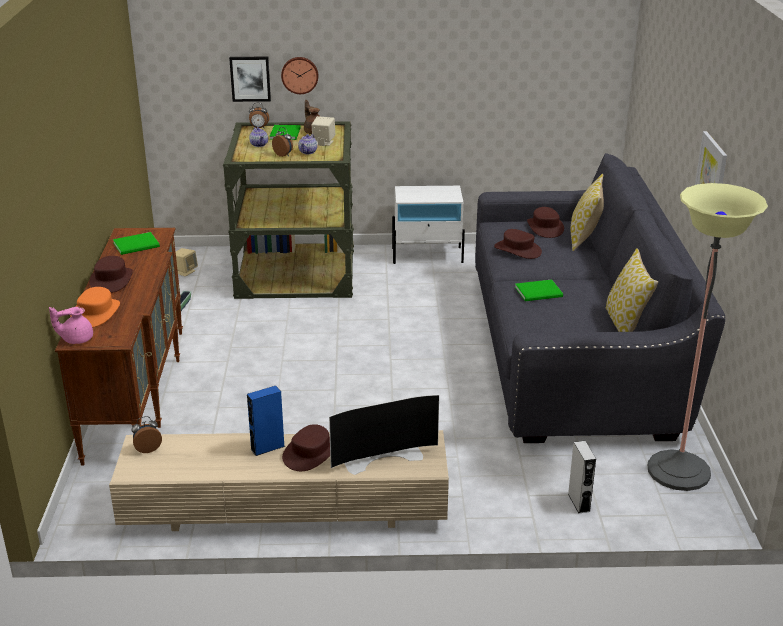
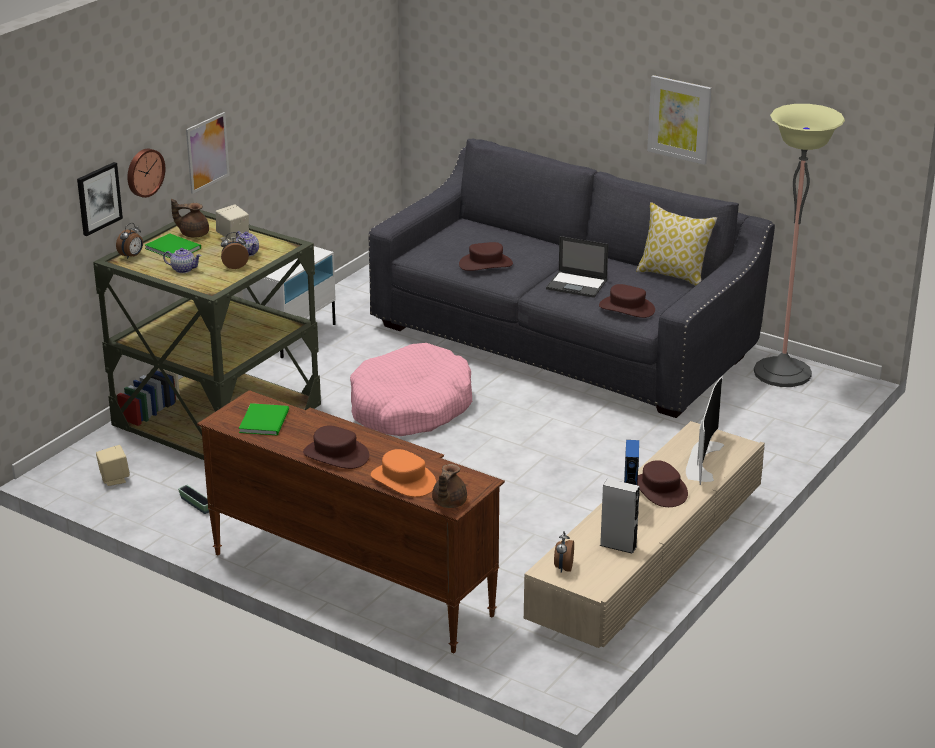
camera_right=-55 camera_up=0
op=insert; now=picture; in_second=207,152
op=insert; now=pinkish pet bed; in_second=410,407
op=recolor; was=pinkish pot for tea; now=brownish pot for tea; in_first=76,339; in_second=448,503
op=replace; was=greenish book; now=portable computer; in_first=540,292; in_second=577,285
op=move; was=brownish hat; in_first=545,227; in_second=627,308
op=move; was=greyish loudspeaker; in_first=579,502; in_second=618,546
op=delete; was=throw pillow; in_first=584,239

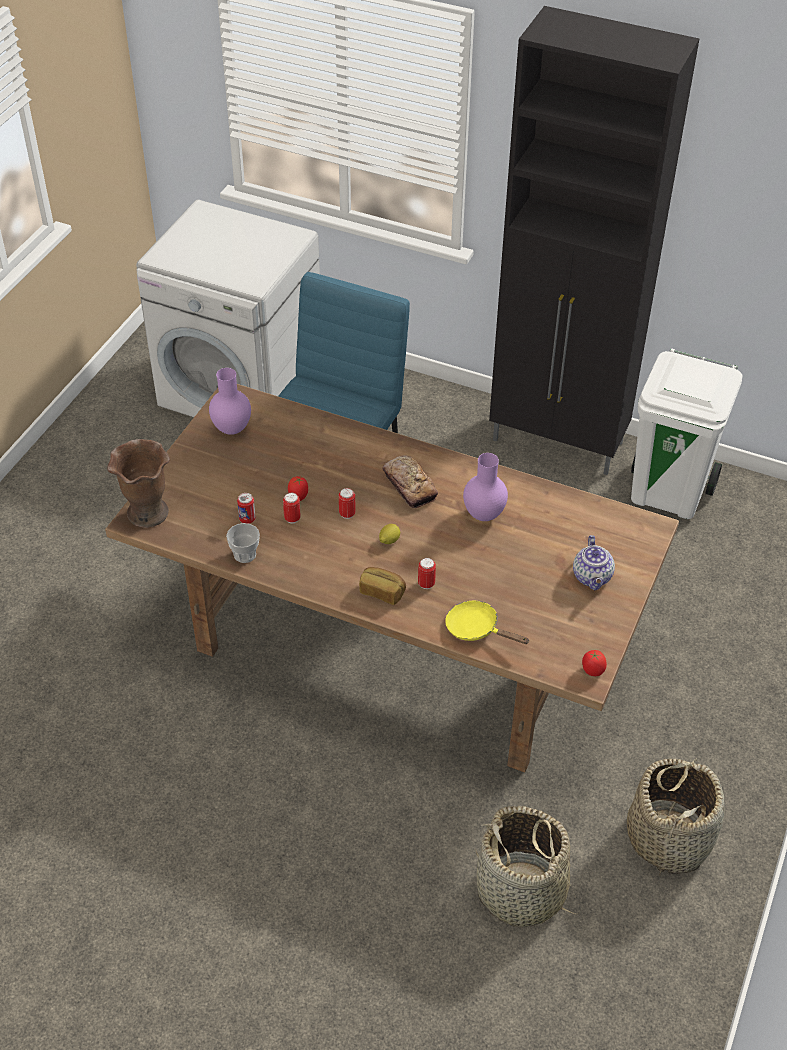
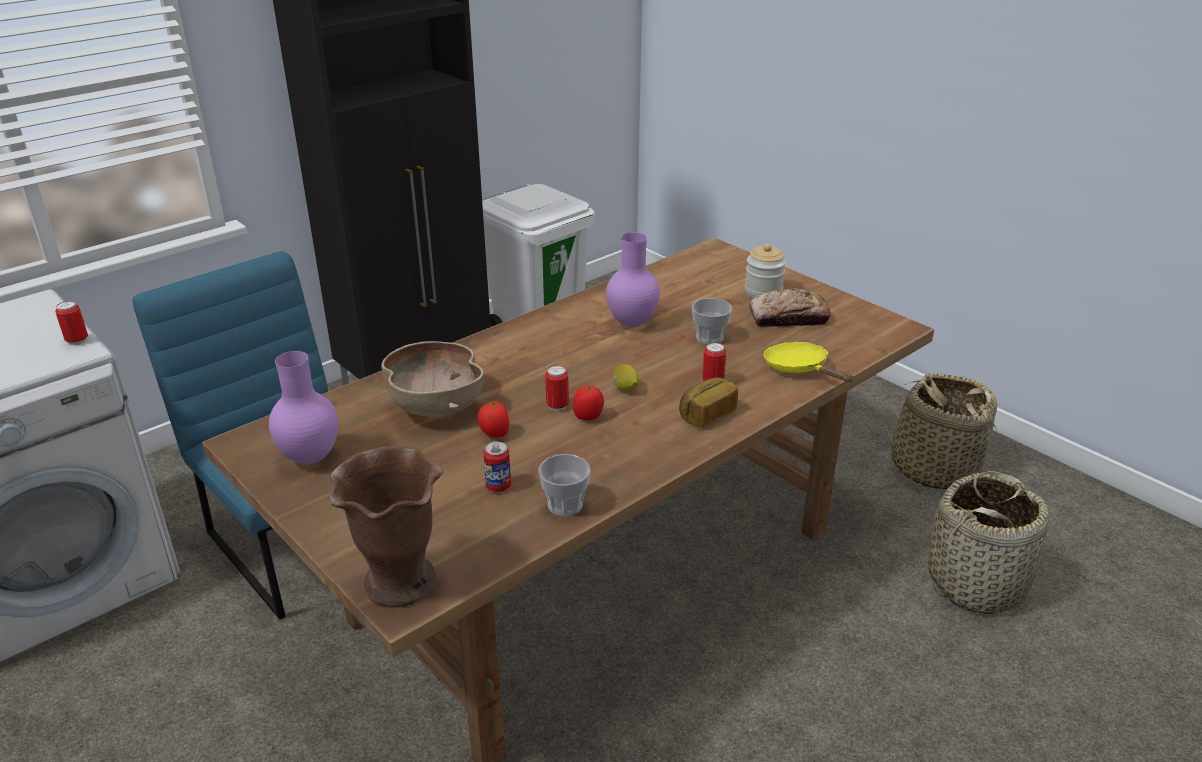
camera_right=-65 camera_up=-15
op=move; was=can; in_first=292,518; in_second=77,341
op=insert; now=brownish bowl; in_second=435,406
op=move; was=fresh tomato; in_first=592,671; in_second=588,417
op=insert; now=drinking cup; in_second=709,338
op=replace; was=pot for tea; now=jar; in_first=592,577; in_second=763,291
op=move; was=baked bread; in_first=409,486; in_second=788,318
op=rotate; was=yellow-coloured frying pan; in_first=477,629; in_second=800,369; clockwise=90

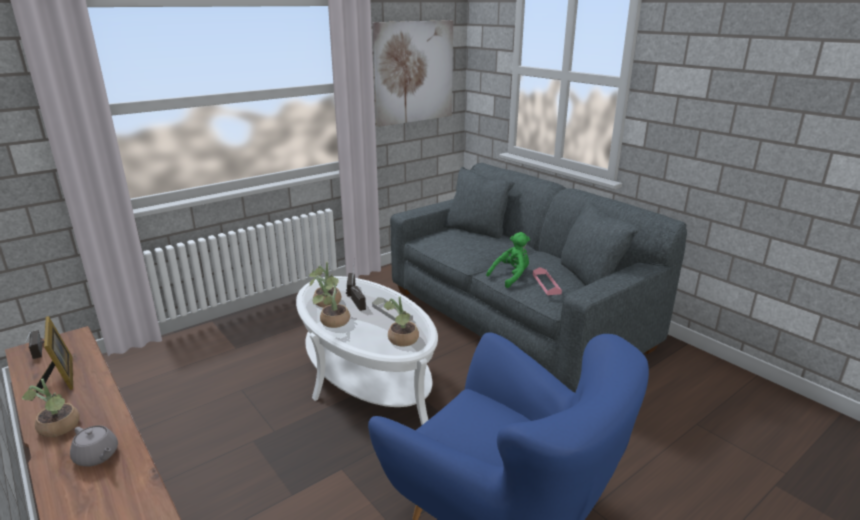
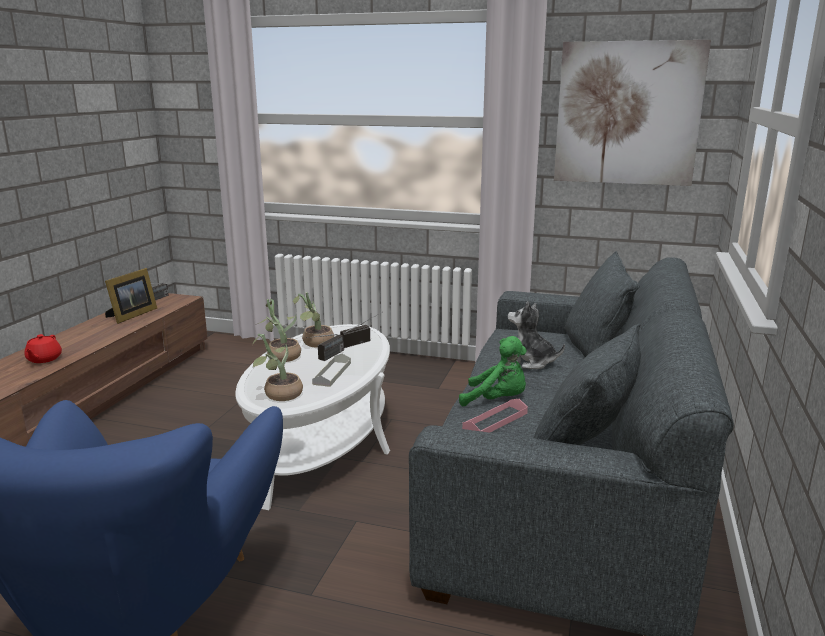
camera_right=55 camera_up=-5
op=recolor; was=greyish pot for tea; now=reddish pot for tea; in_first=97,456; in_second=43,359
op=insert; now=cuddly toy; in_second=531,362
op=delete; was=potted plant; in_first=59,429

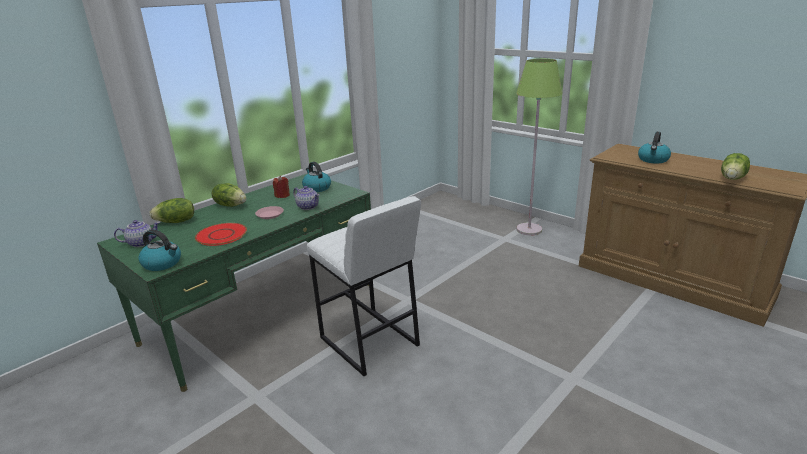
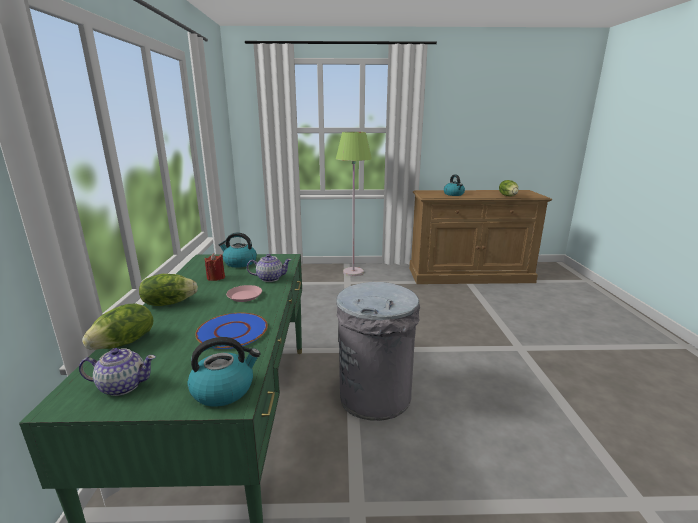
camera_right=-45 camera_up=-5
op=rotate; was=pot for tea; in_first=141,243; in_second=122,386; clockwise=60
op=recolor; was=reddish flat dish; now=blue flat dish; in_first=221,235; in_second=232,332
op=replace; was=white sitting stool; now=greyish waste bin; in_first=370,342; in_second=375,395

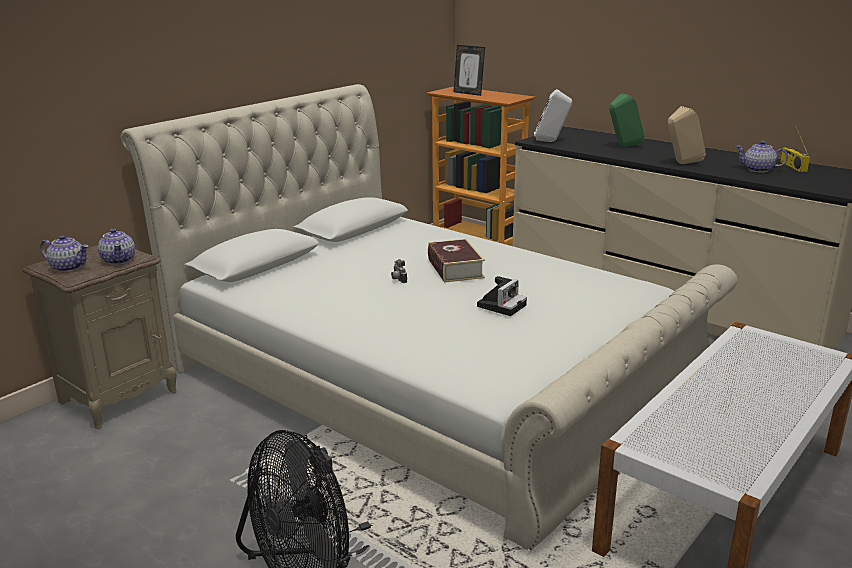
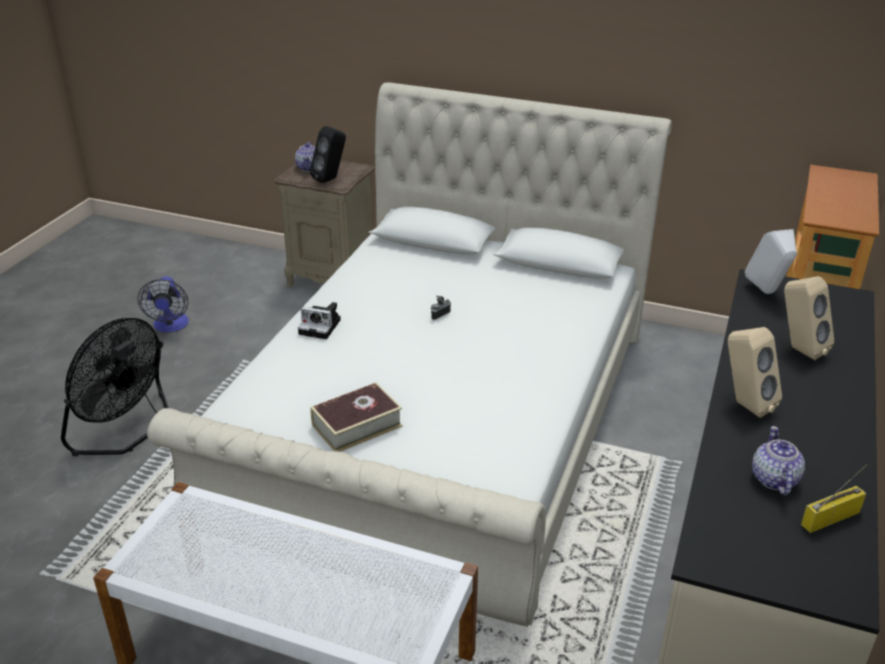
camera_right=70 camera_up=10
op=insert; now=fan; in_second=170,326
op=move; was=still camera; in_first=502,305; in_second=321,327
op=replace; was=pot for tea; now=black-coloured loudspeaker; in_first=119,260; in_second=331,179
op=move; was=book; in_first=455,268; in_second=357,425
op=recolor; was=greenish loudspeaker; now=sand-coloured loudspeaker; in_first=623,146; in_second=798,350
op=delete; was=standing frame; in_first=468,93

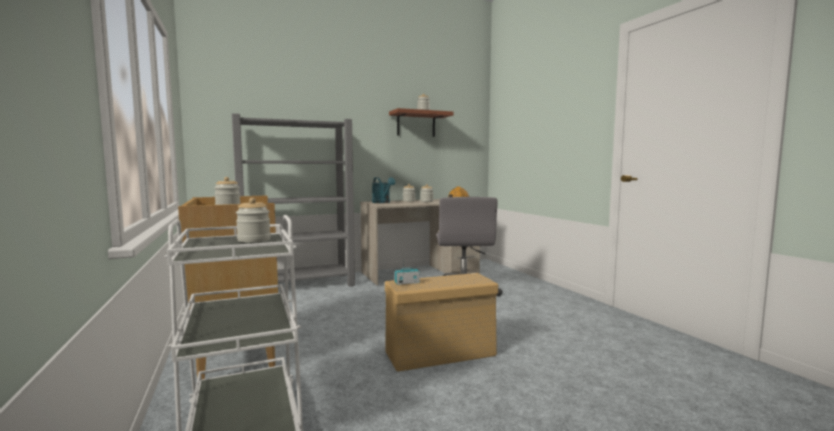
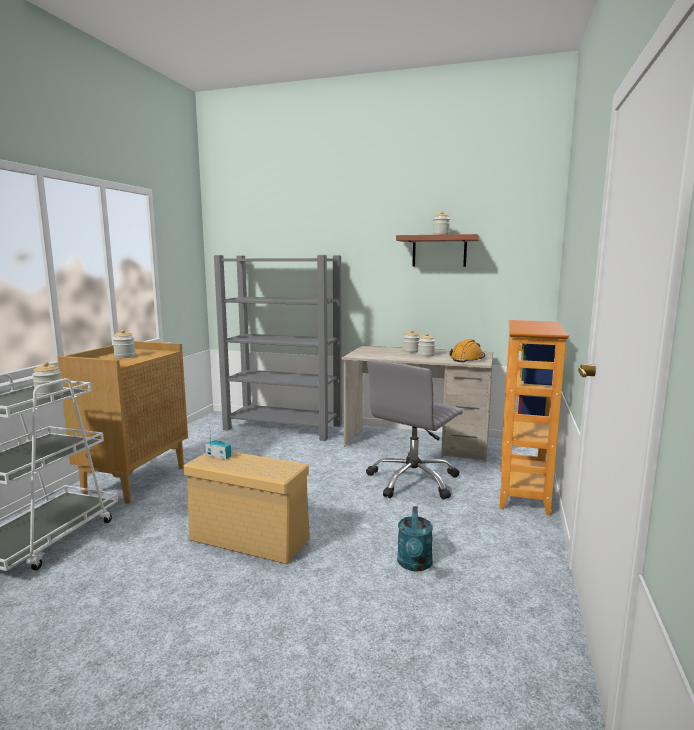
camera_right=40 camera_up=5
op=move; was=turquoise watering can; in_first=382,202; in_second=414,565
op=insert; now=bookcase; in_second=524,491

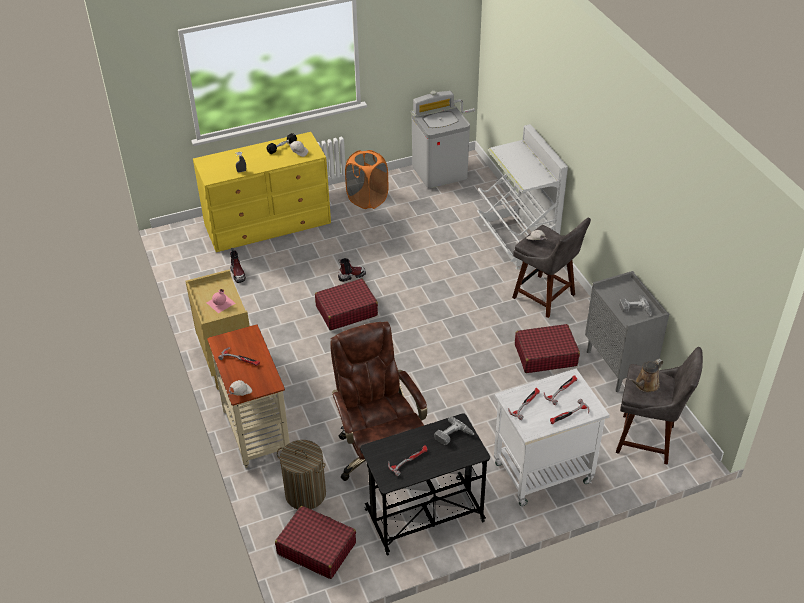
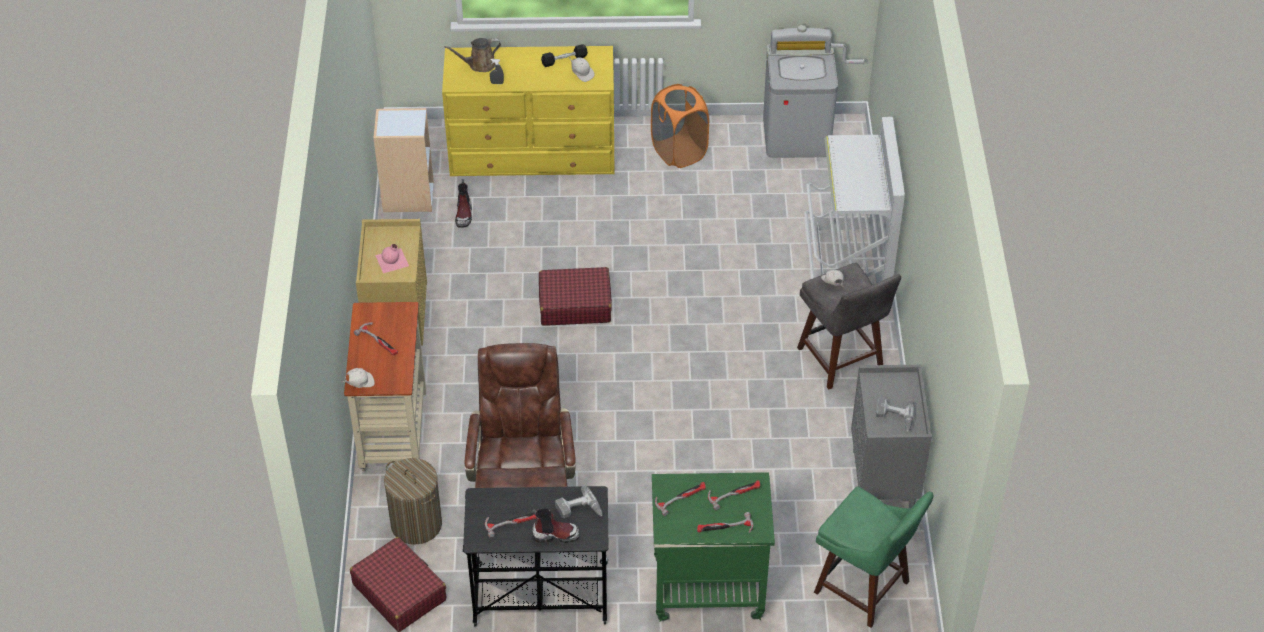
camera_right=20 camera_up=5
op=insert; now=bookcase; in_second=407,197
op=move; was=brownish watering can; in_first=645,385; in_second=479,65
op=move; was=high-top boot; in_first=351,275; in_second=555,535
op=recolor; was=white trolley; now=greenish trolley; in_first=541,474; in_second=707,589
op=recolor; was=greyish sitting stool; now=greenish sitting stool; in_first=648,439; in_second=865,589
op=delete; was=reddish travel case; in_first=545,355

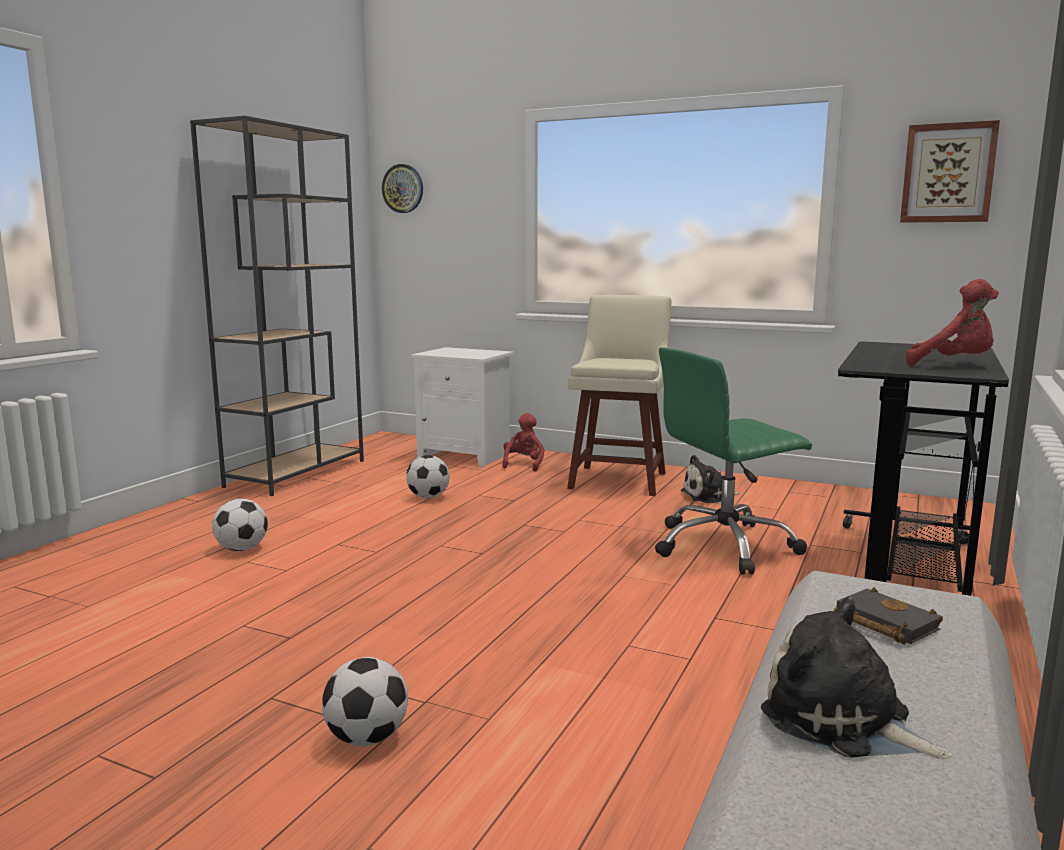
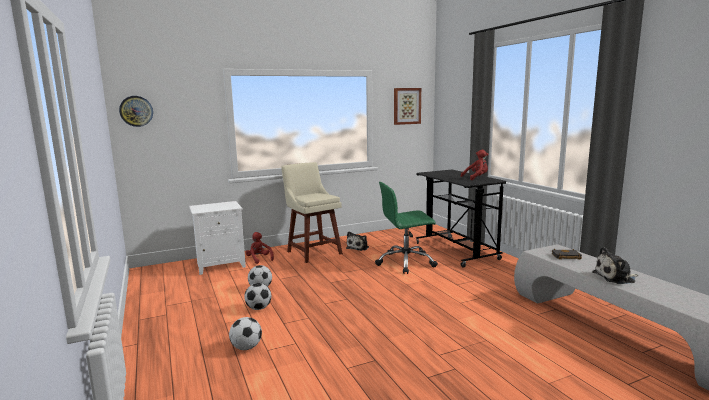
camera_right=-50 camera_up=0
op=move; was=ball for football; in_first=367,738; in_second=258,308
op=rotate; was=greenish computer chair; in_first=724,546; in_second=405,262; clockwise=60
op=delete; was=bookcase; in_first=296,473

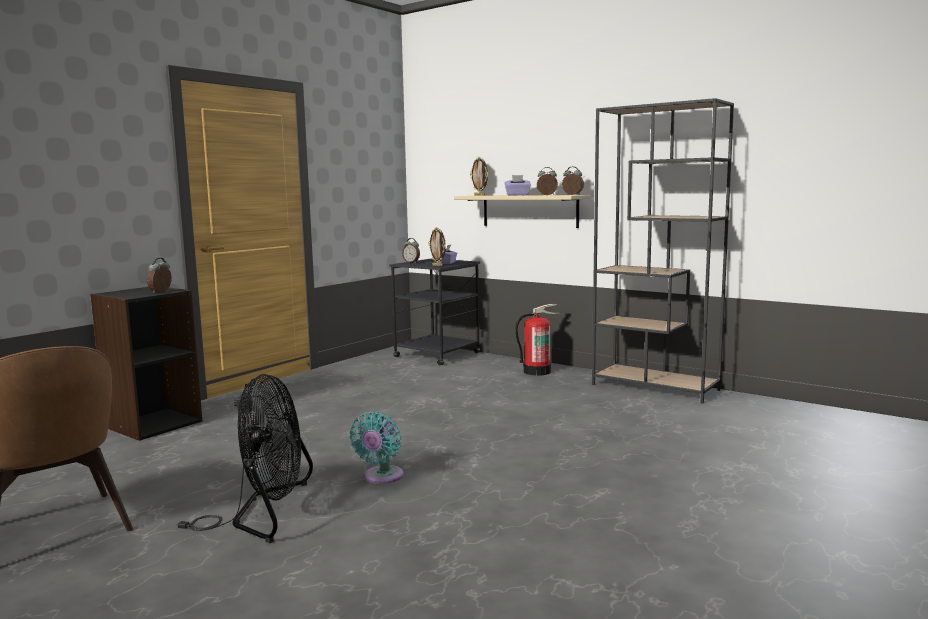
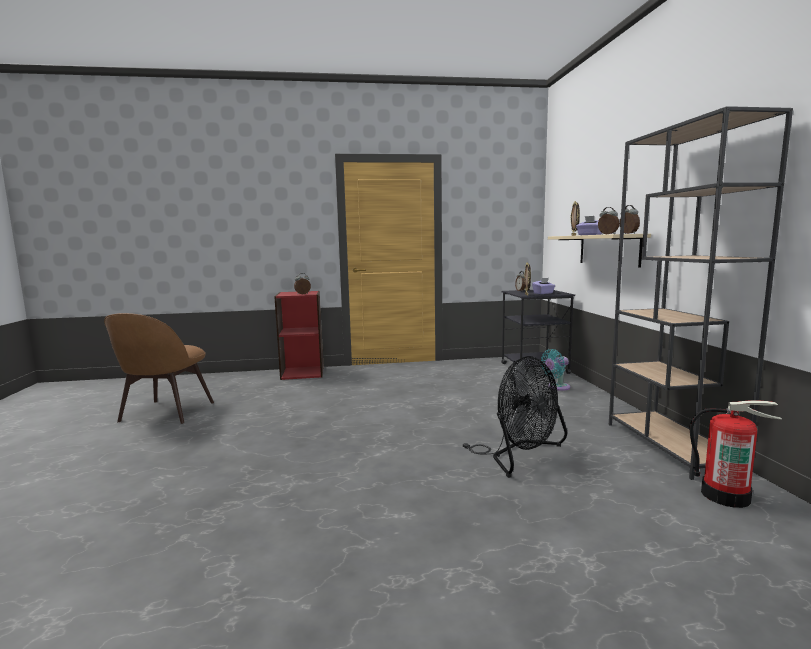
camera_right=45 camera_up=0
op=recolor; was=black-coloured bookcase; now=reddish bookcase; in_first=153,424; in_second=303,373
op=move; was=black-coloured fan; in_first=261,513; in_second=517,455
op=move; was=turquoise fan; in_first=382,477; in_second=556,387
op=move; was=fire-fighting cylinder; in_first=537,371; in_second=725,495

